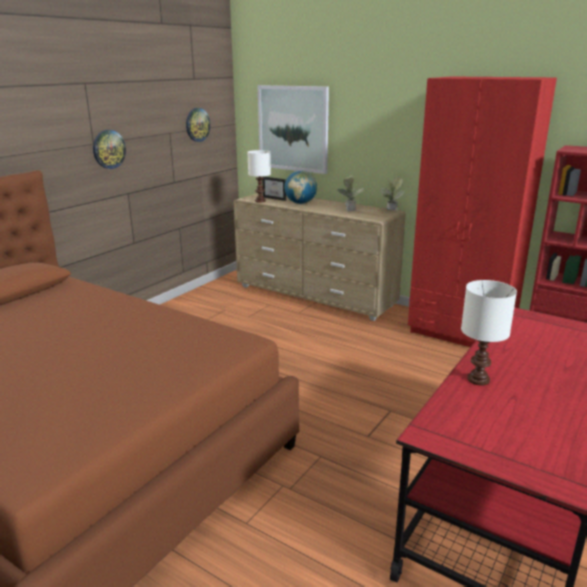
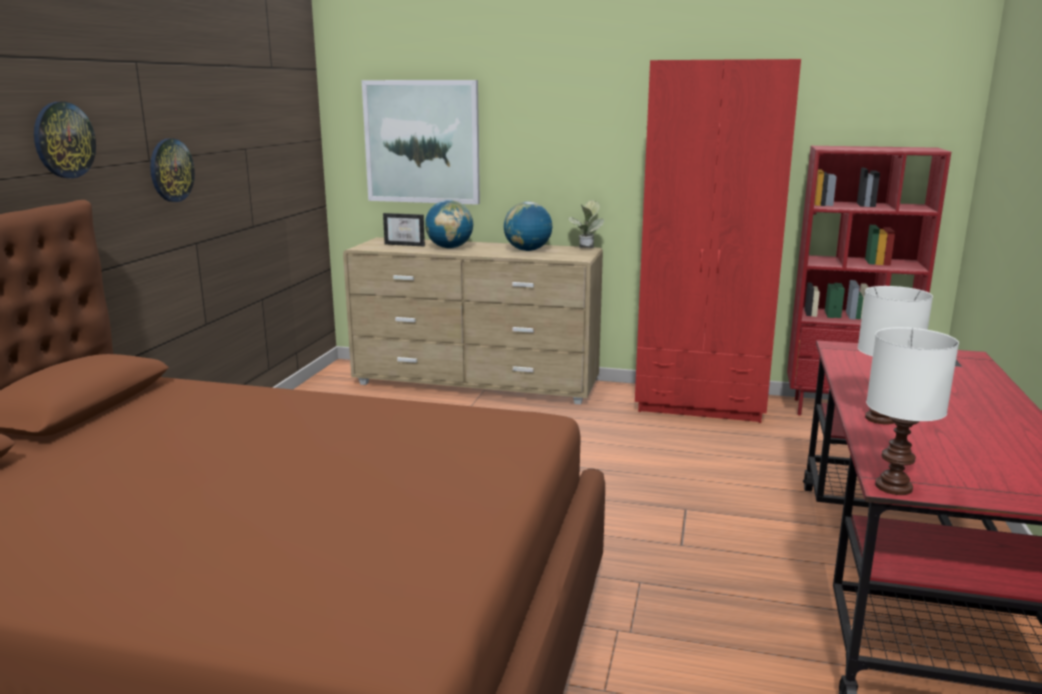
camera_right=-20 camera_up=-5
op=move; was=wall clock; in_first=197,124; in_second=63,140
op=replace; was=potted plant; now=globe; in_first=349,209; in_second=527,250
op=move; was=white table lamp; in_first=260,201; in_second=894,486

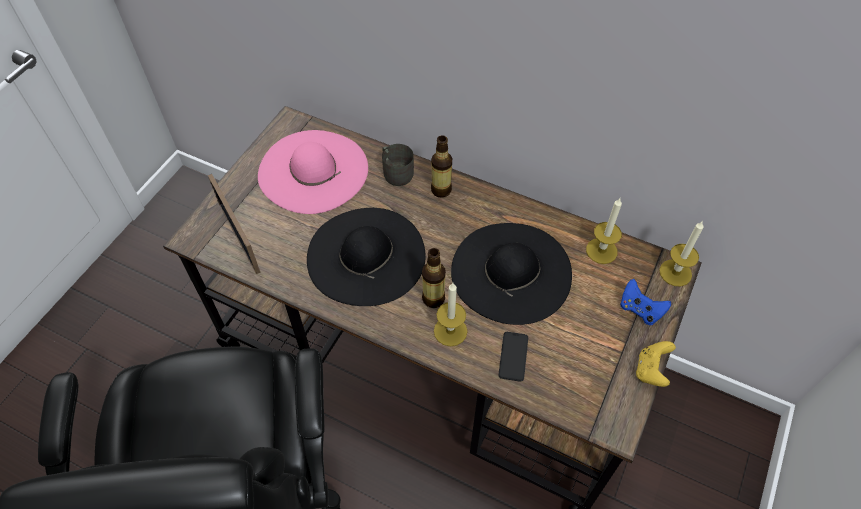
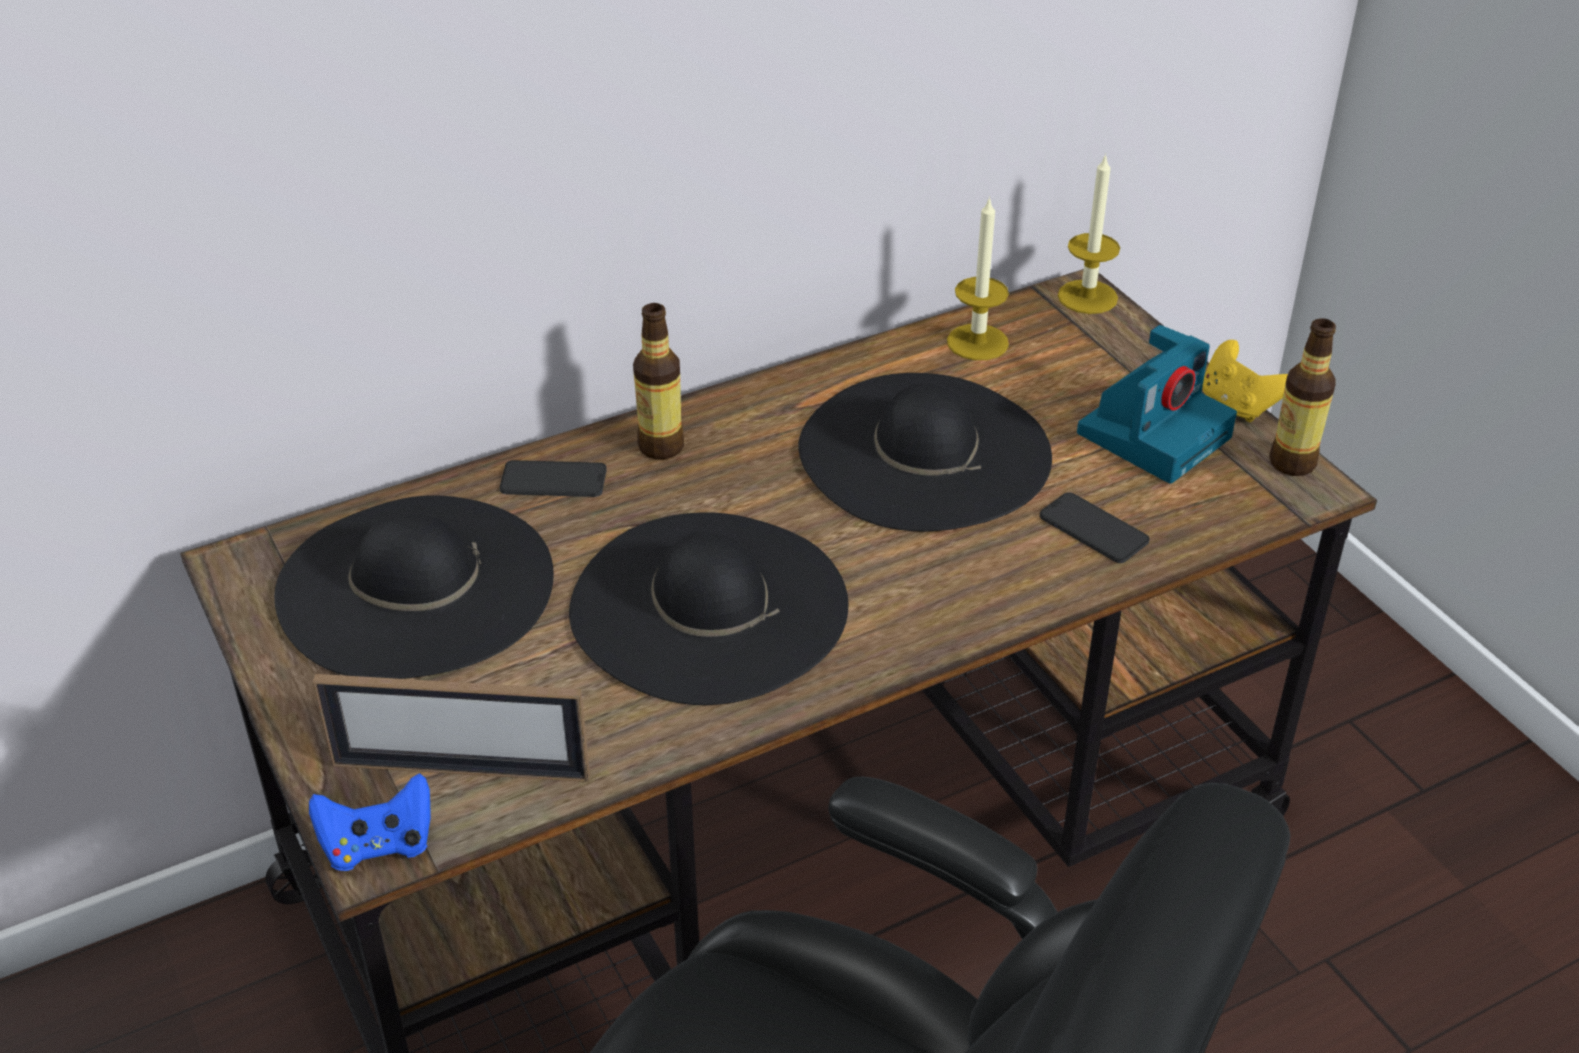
camera_right=-55 camera_up=-15
op=recolor; was=pinkish hat; now=black-coloured hat; in_first=313,171; in_second=415,586
op=move; was=blue game controller; in_first=640,310; in_second=378,845
op=replace; was=greyish coffee mug; now=telephone; in_first=396,172; in_second=553,480
op=insert; now=still camera; in_second=1154,433
op=move; was=beverage bottle; in_first=433,299; in_second=1292,463
op=delete; was=wax light; in_first=450,331

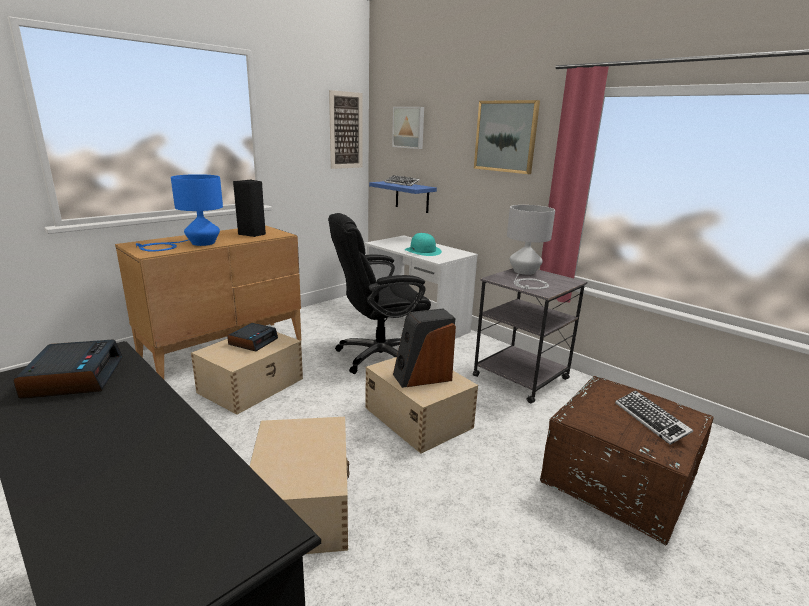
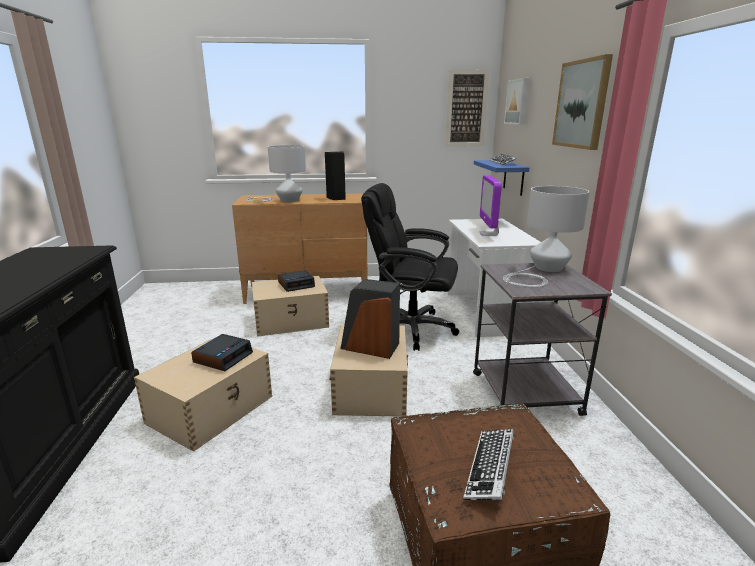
camera_right=40 camera_up=0
op=move; was=alarm clock; in_first=74,377; in_second=223,357
op=recolor; was=blue table lamp; now=white table lamp; in_first=186,244; in_second=277,200
op=replace; was=turquoise hat; now=monitor; in_first=423,251; in_second=488,234

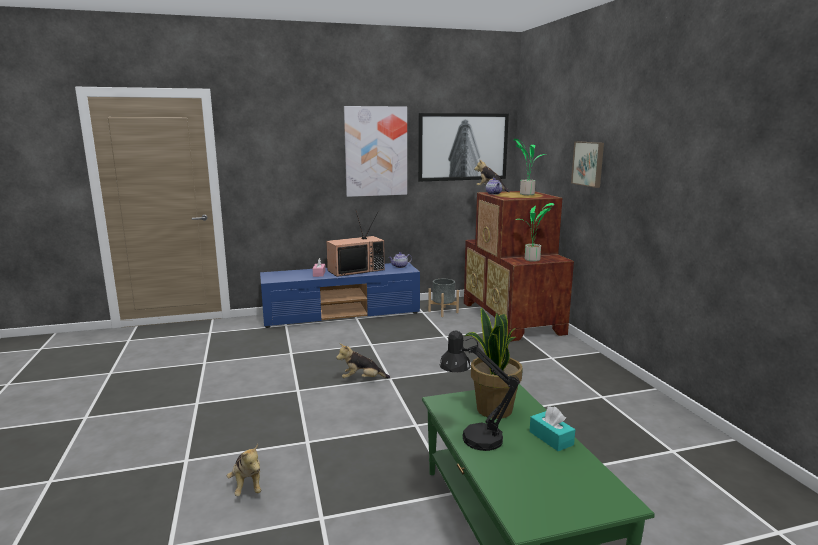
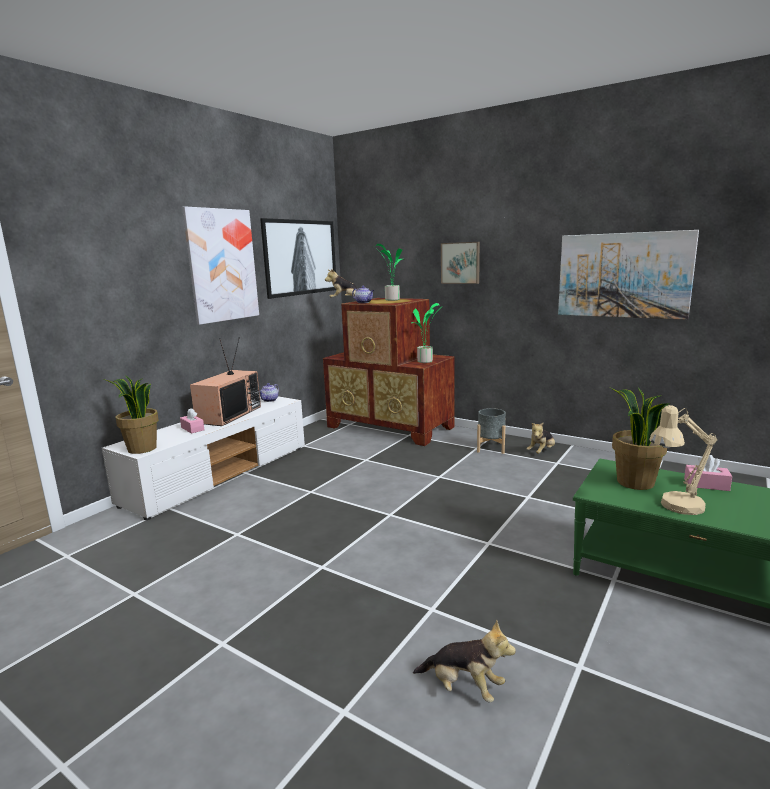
camera_right=-40 camera_up=0
op=recolor; was=blue media console; now=white media console; in_first=342,314; in_second=220,474
op=insert; now=potted plant; in_second=141,449
op=move; was=greyish planter; in_first=443,312; in_second=490,448
op=move; was=cuddly toy; in_first=362,379; in_second=541,452
op=insert; now=picture; in_second=623,275
op=recolor; was=black-coloured table lamp; now=sand-coloured table lamp; in_first=473,437; in_second=675,507
op=recolor; was=turquoise tissue holder; now=pinkish tissue holder; in_first=551,438; in_second=706,485

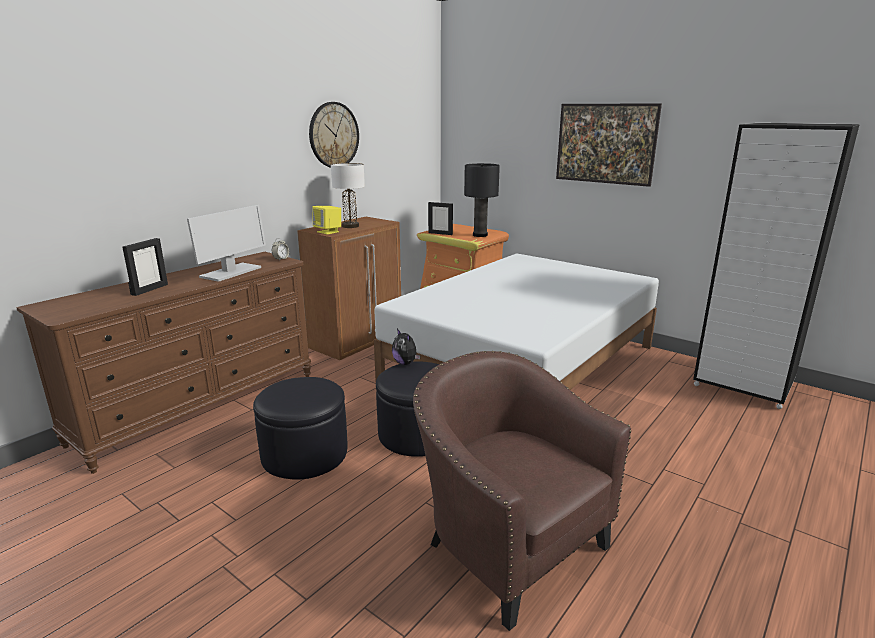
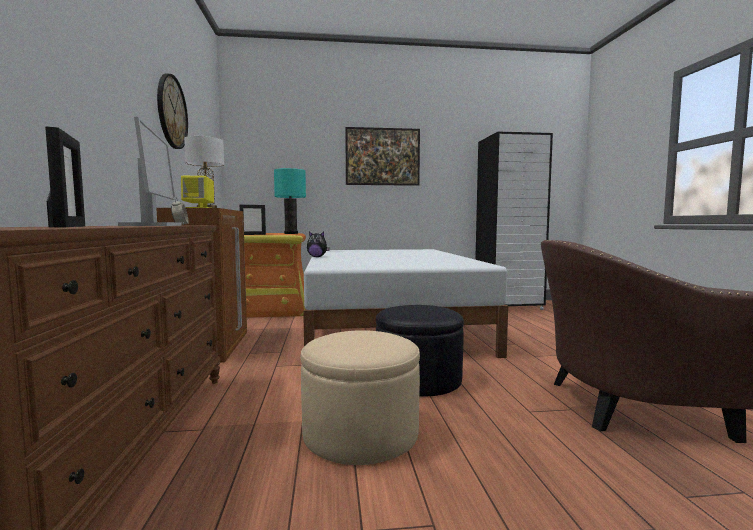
camera_right=-45 camera_up=-15
op=recolor; was=black-coloured table lamp; now=turquoise table lamp; in_first=480,235; in_second=291,233
op=recolor; was=black-coloured ottoman; now=sand-coloured ottoman; in_first=304,454; in_second=360,433
op=move; was=cuddly toy; in_first=406,363; in_second=317,257

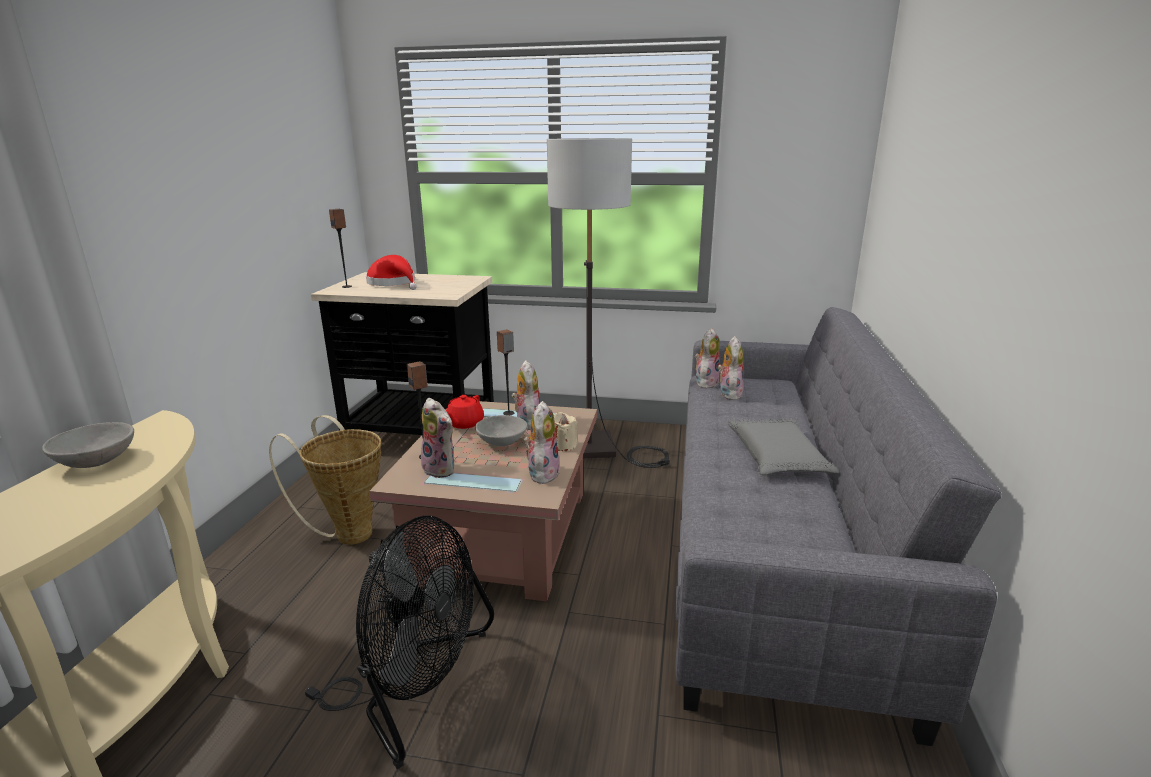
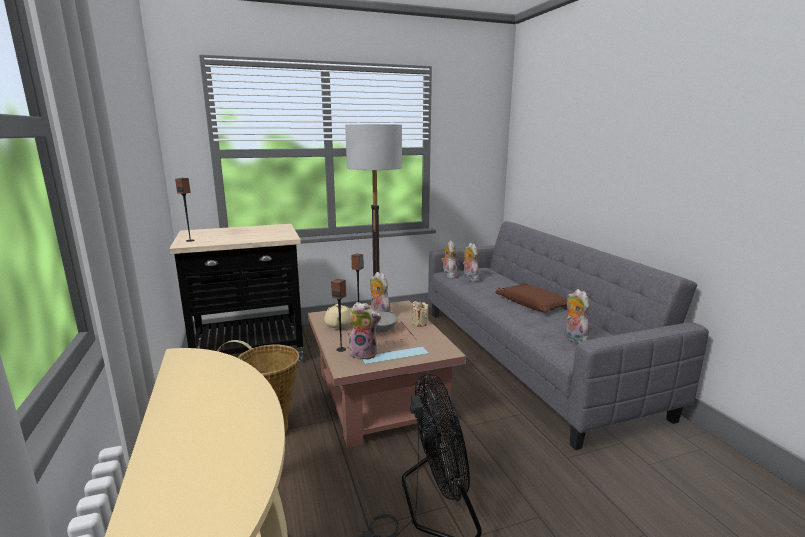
camera_right=-30 camera_up=-5
op=recolor; was=reddish pot for tea; now=sand-coloured pot for tea; in_first=464,423; in_second=338,325
op=recolor; was=greyish throw pillow; now=brownish throw pillow; in_first=777,454; in_second=533,302
op=move; was=cuddly toy; in_first=542,473; in_second=573,338
op=delete; was=greyish bowl; in_first=96,461
op=delete; was=reddish hat; in_first=394,283

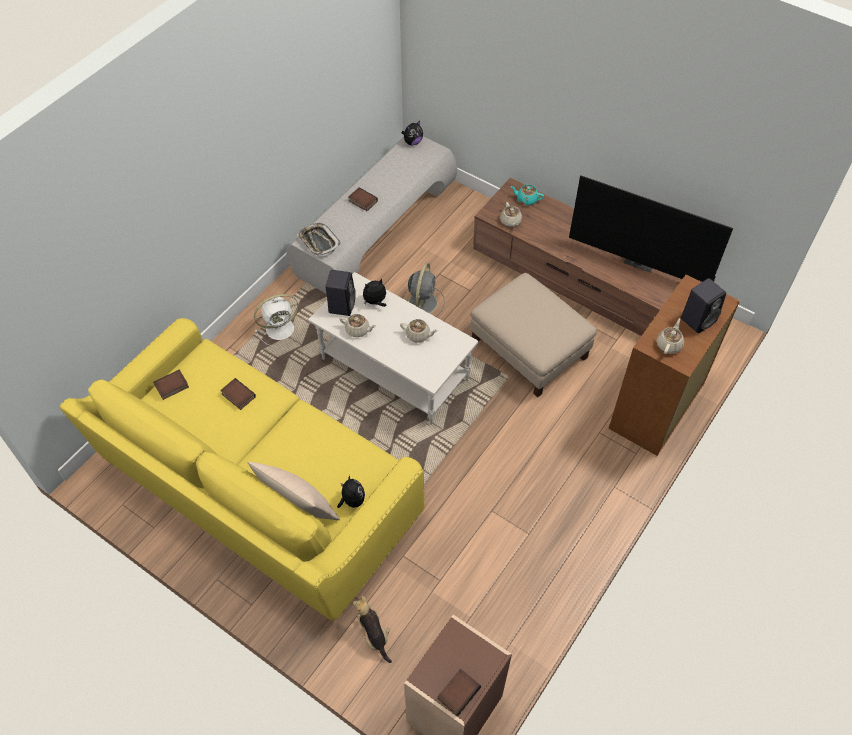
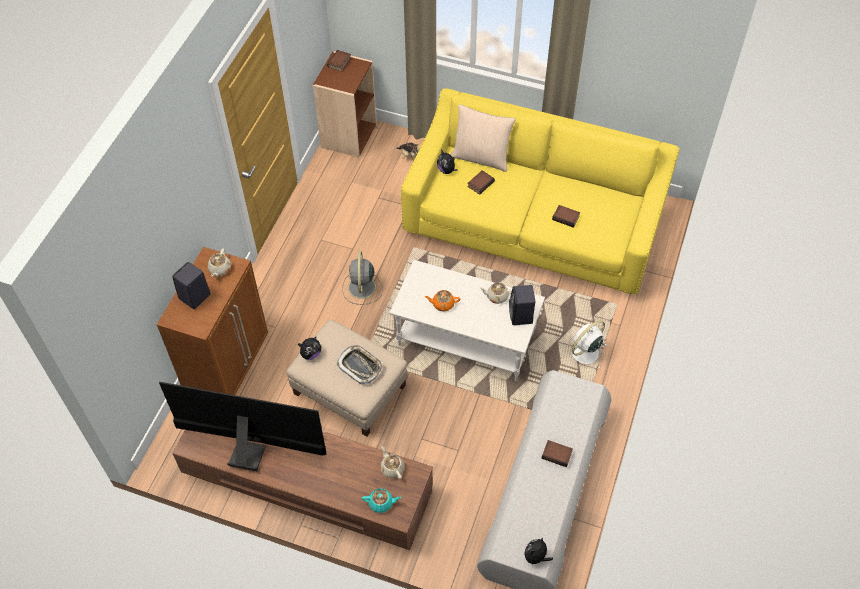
camera_right=165 camera_up=0
op=move; was=cuddly toy; in_first=375,302; in_second=310,354
op=move; was=carrying tray; in_first=319,242; in_second=360,366
op=move; was=greyish fan; in_first=423,302; in_second=362,288
op=recolor; was=sand-coloured pot for tea; now=orangey pot for tea; in_first=418,335; in_second=442,304
op=move; was=book; in_first=171,387; in_second=480,183

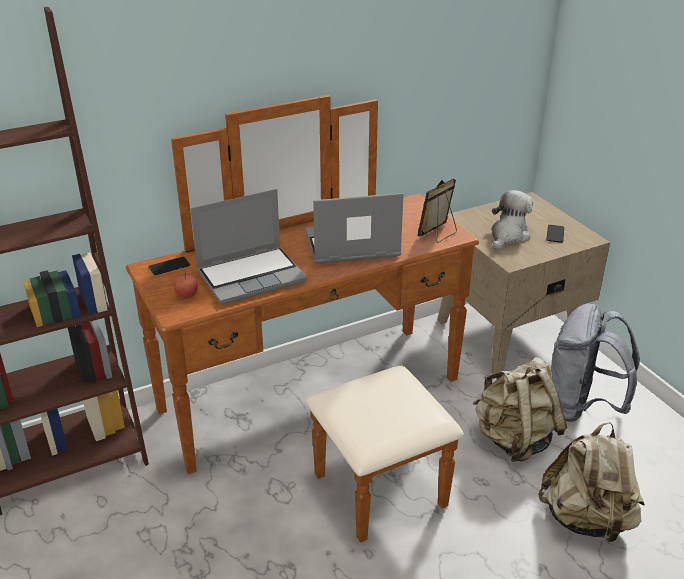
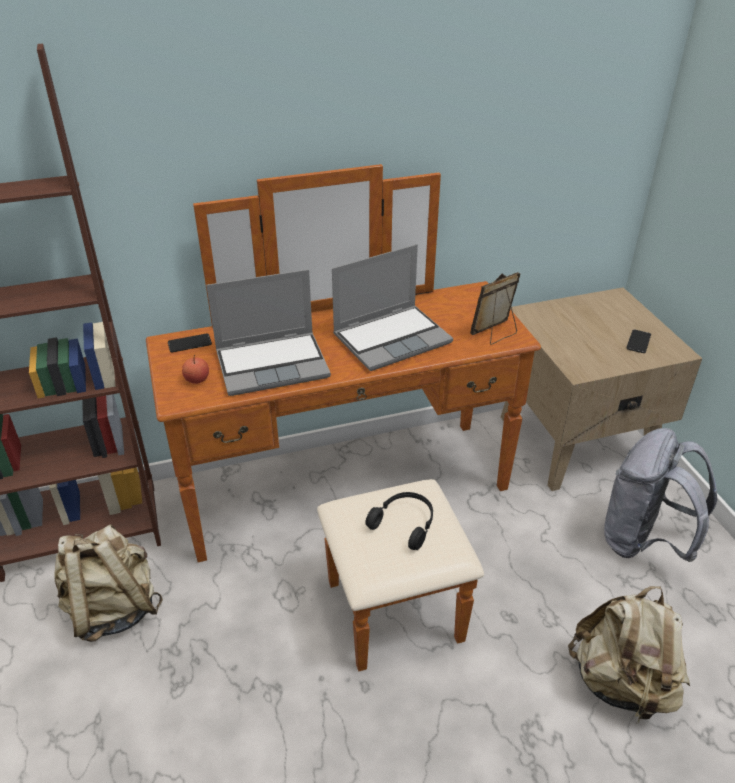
camera_right=10 camera_up=5
op=move; was=sand-coloured rucksack; in_first=514,439; in_second=113,608
op=rotate; was=portable computer; in_first=351,245; in_second=392,338; clockwise=150
op=insert; now=black-coloured headphones; in_second=405,523
op=delete; was=cuddly toy; in_first=508,235

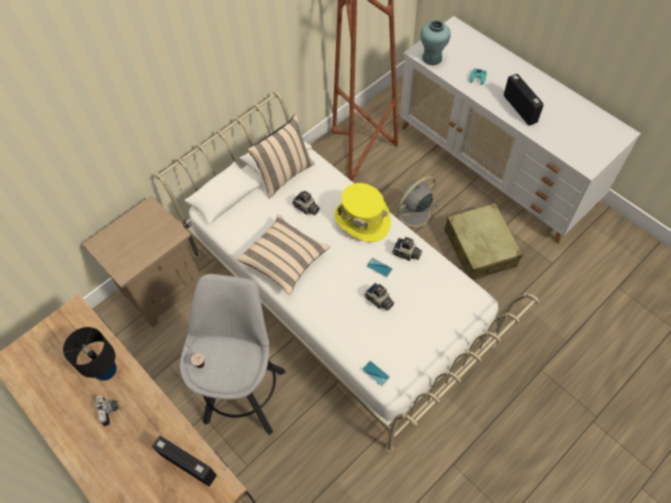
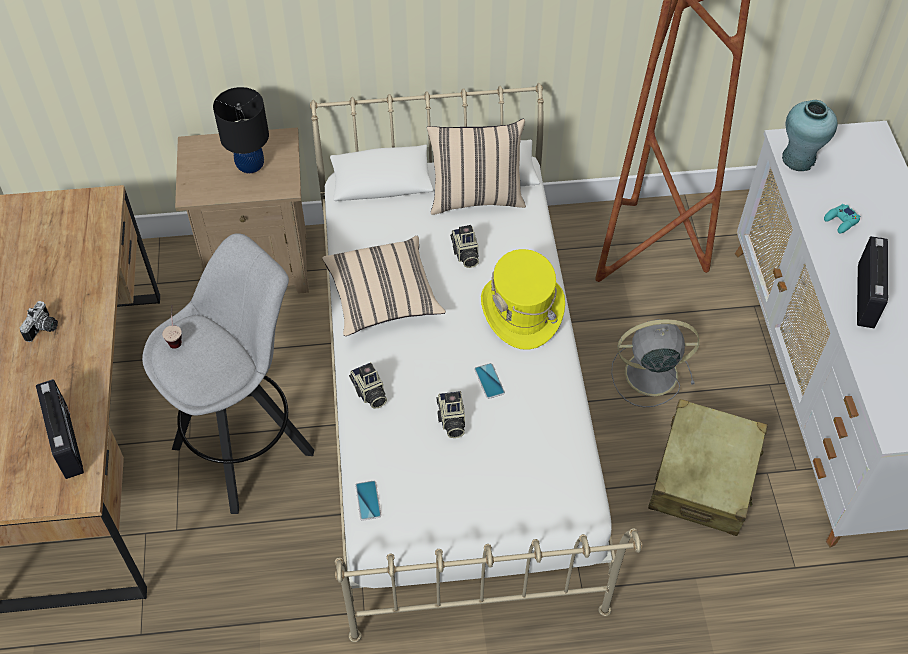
camera_right=35 camera_up=-5
op=move; was=black-coloured table lamp; in_first=108,371; in_second=252,166
op=move; was=still camera; in_first=406,254; in_second=369,392

